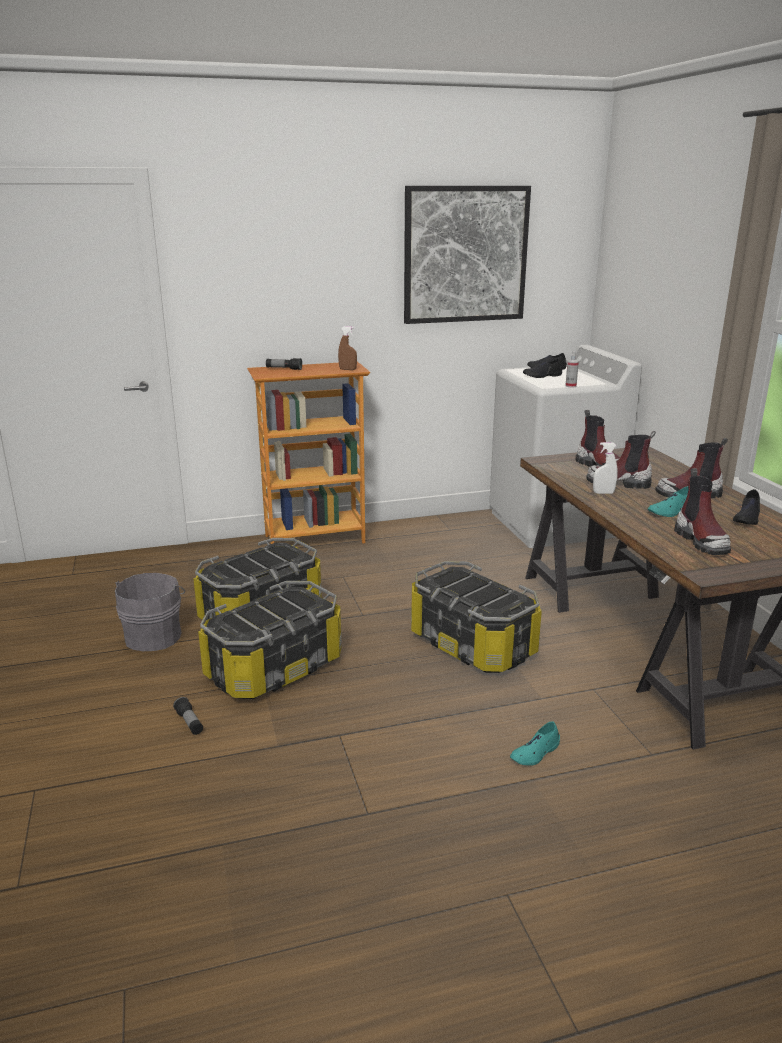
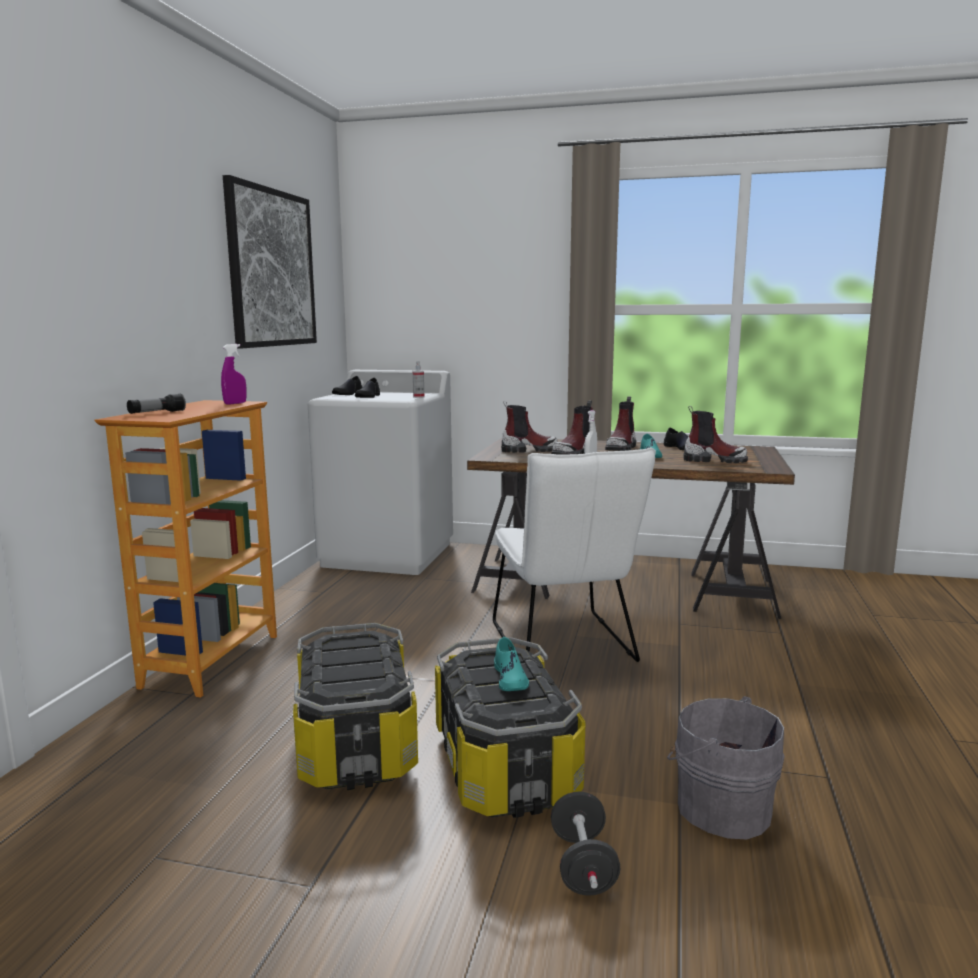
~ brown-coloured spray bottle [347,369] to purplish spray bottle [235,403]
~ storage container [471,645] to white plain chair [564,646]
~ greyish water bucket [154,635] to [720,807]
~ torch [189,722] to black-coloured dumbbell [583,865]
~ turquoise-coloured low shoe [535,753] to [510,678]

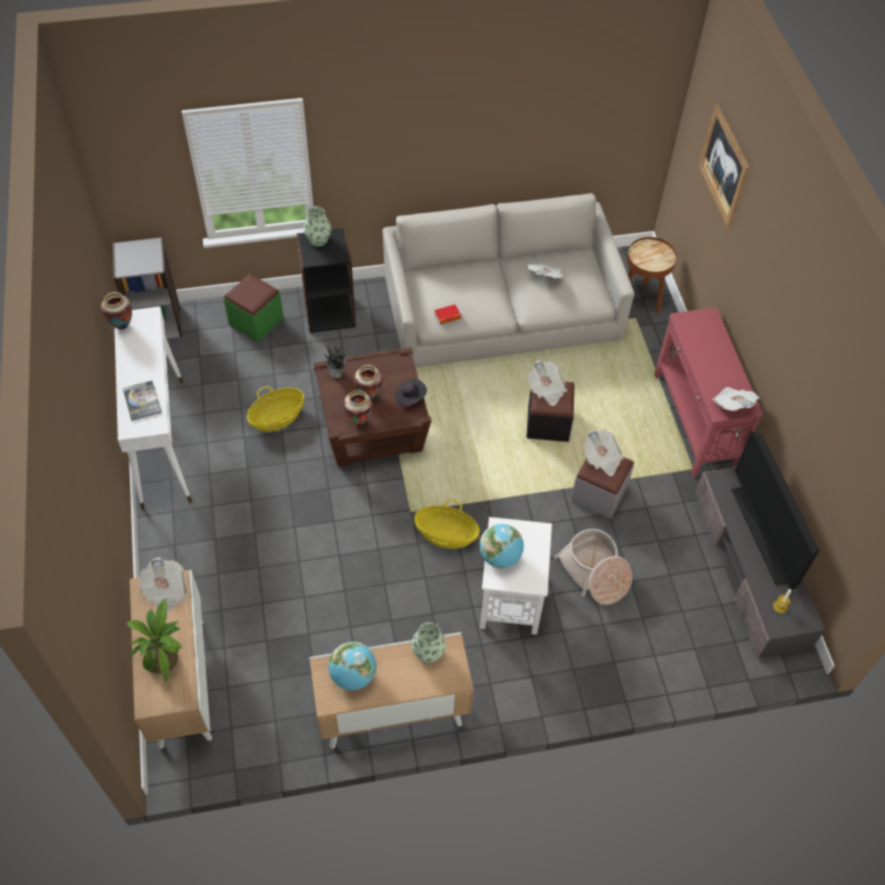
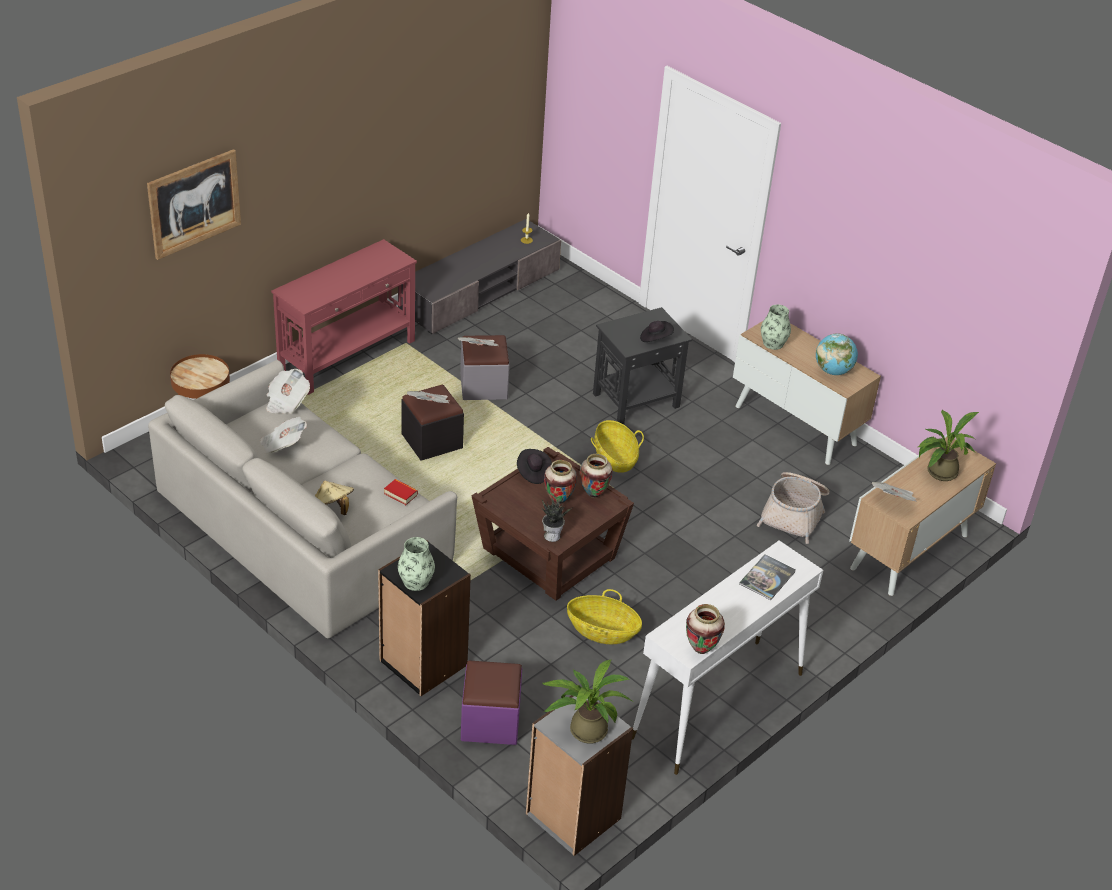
~ greenish ottoman [256,321] to purplish ottoman [490,722]
~ daily paper [732,405] to [286,402]
- TV [762,534]
~ white end table [511,597] to black-coloured end table [635,400]
~ globe [500,557] to black-coloured wearable hat [655,339]
~ household basket [594,573] to [794,513]
+ beige-coloured wearable hat [332,509]
+ potted plant [584,728]

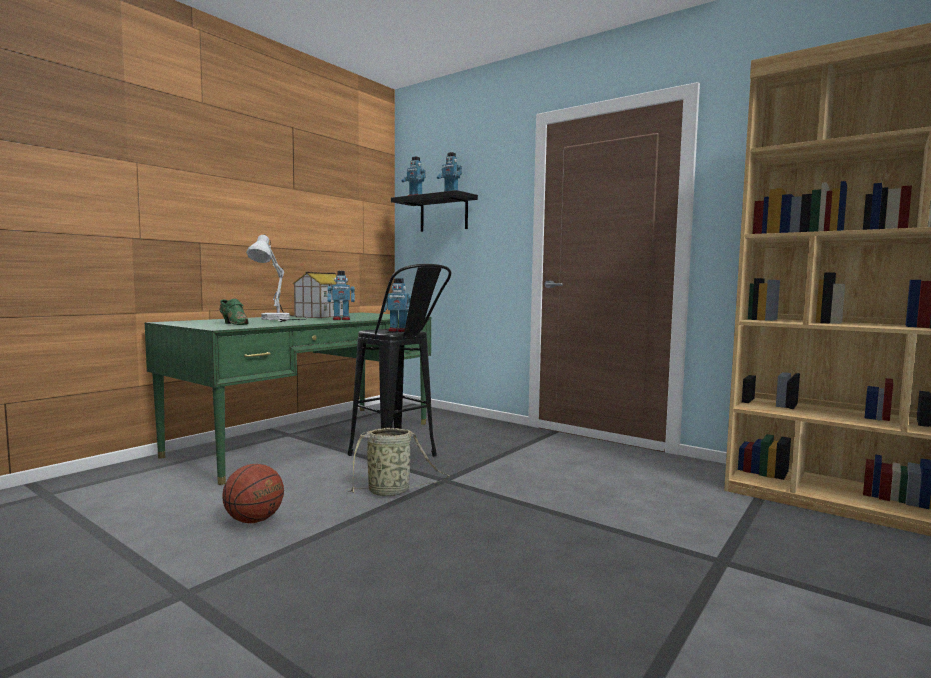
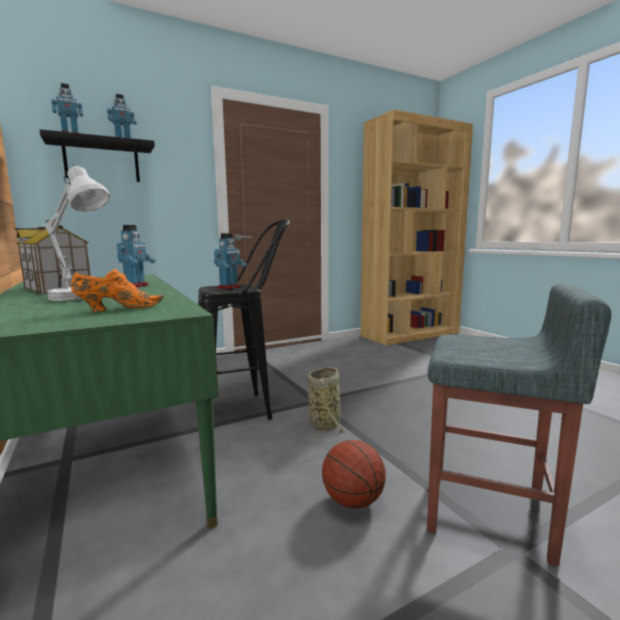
~ greenish low shoe [234,324] to orange low shoe [117,309]
+ greyish stool [489,513]

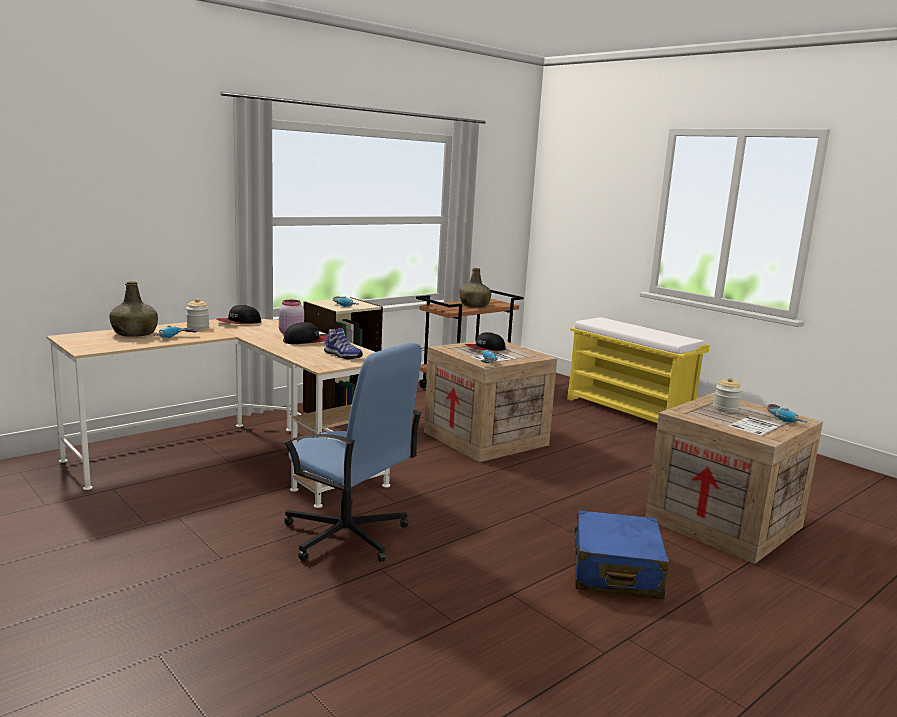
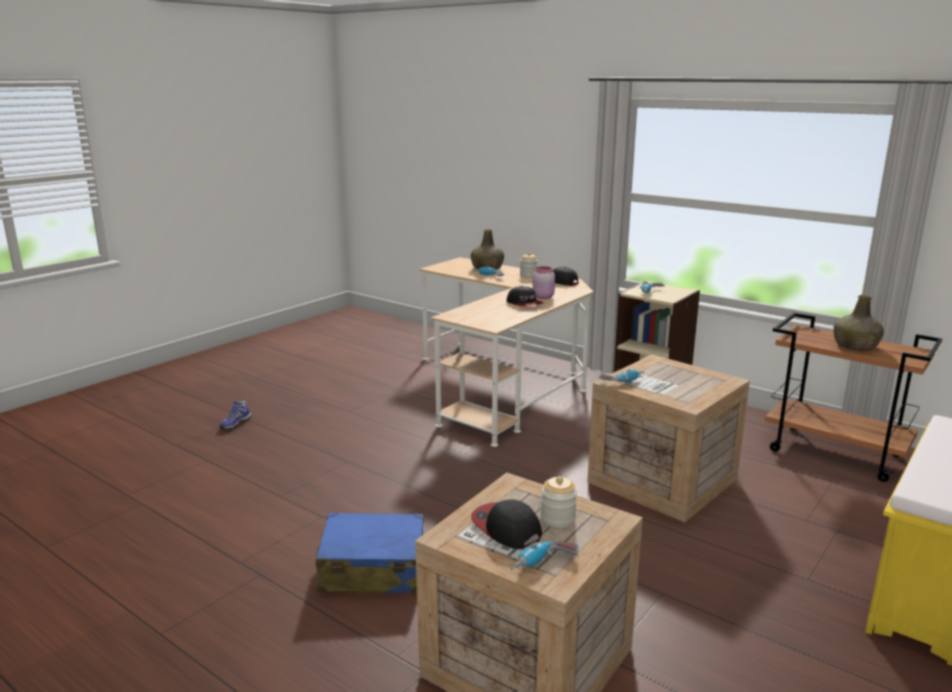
~ low shoe [342,356] to [235,424]
~ cap [485,349] to [506,528]
- blue-coloured computer chair [347,536]

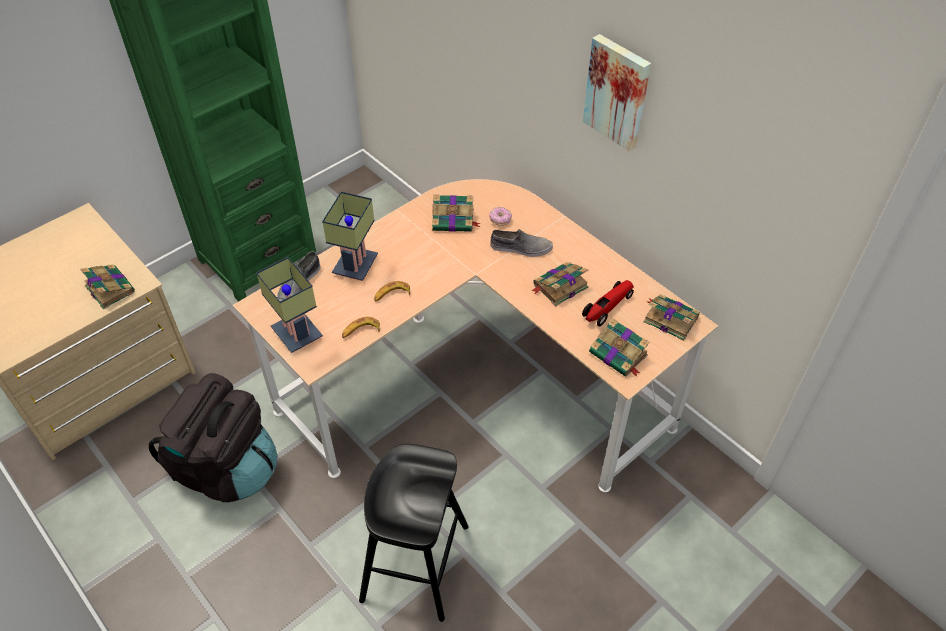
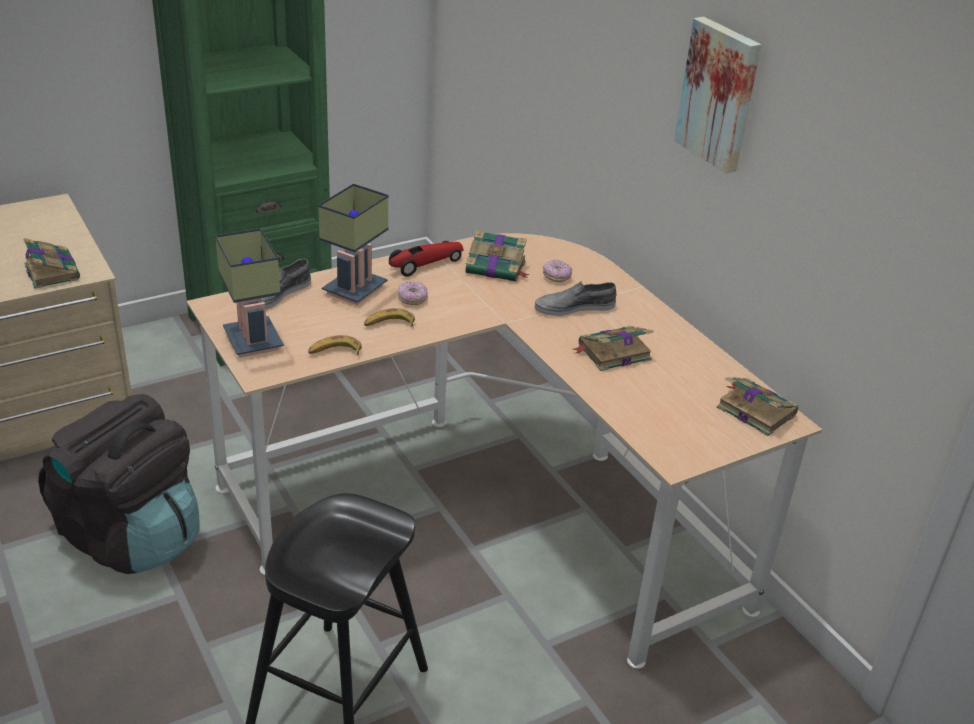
~ greyish low shoe [521,248] = [574,307] 150 degrees clockwise
~ toy car [607,307] to [425,264]
- book [619,355]
+ doughnut [412,299]

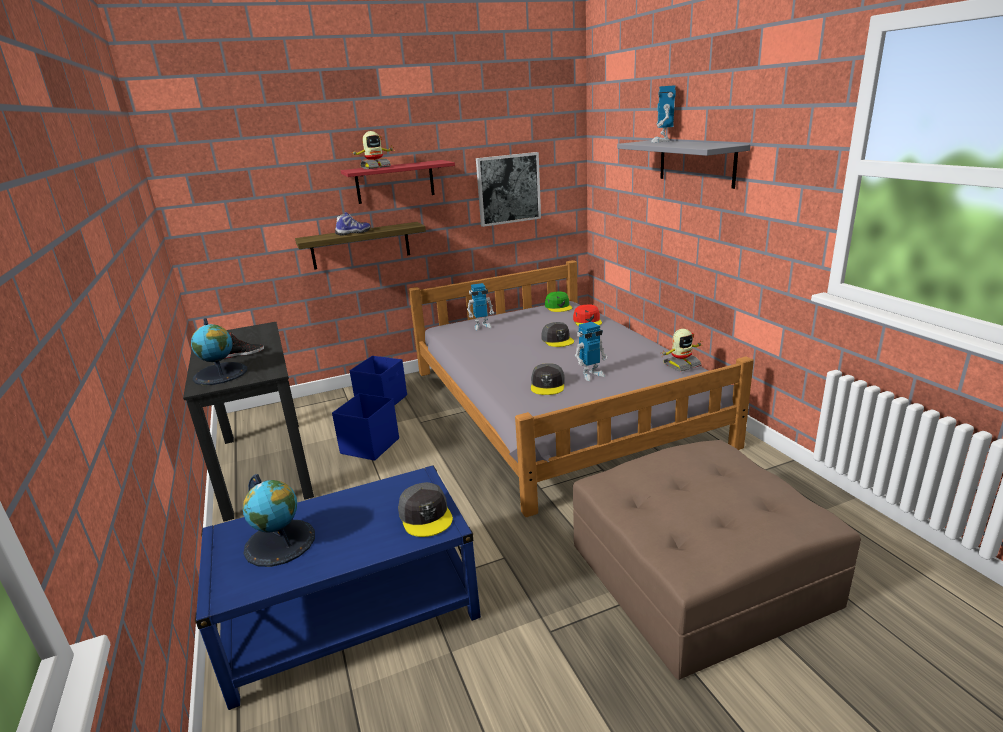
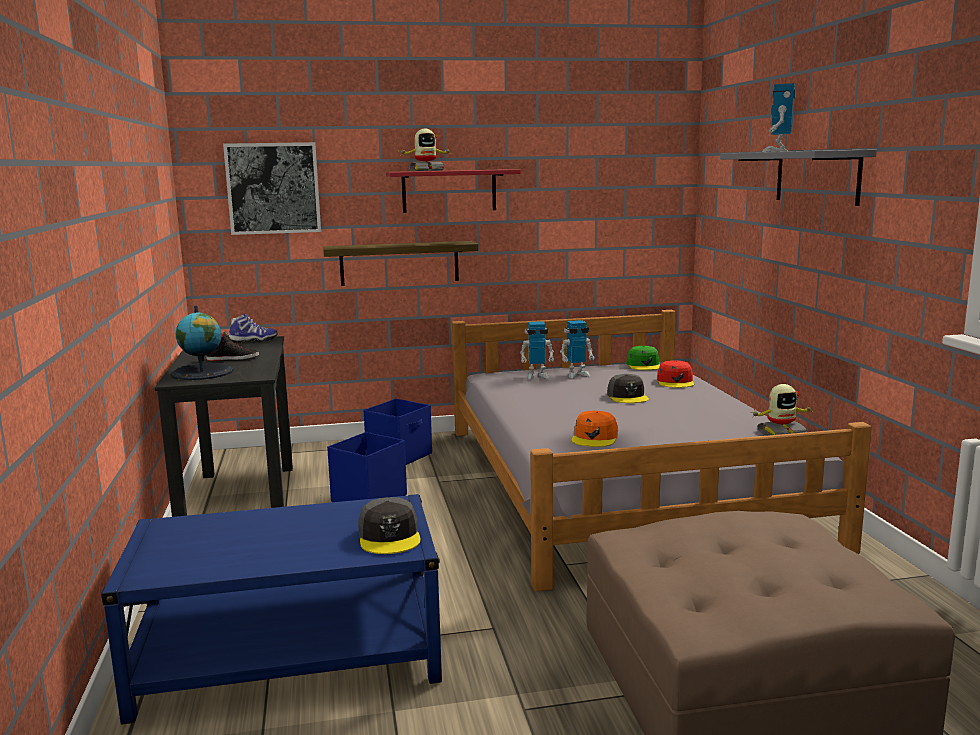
~ wall art [508,189] to [273,188]
~ low shoe [354,233] to [253,341]
~ toy robot [591,375] to [577,375]
~ greyish cap [548,385] to orange cap [595,438]
- globe [280,542]

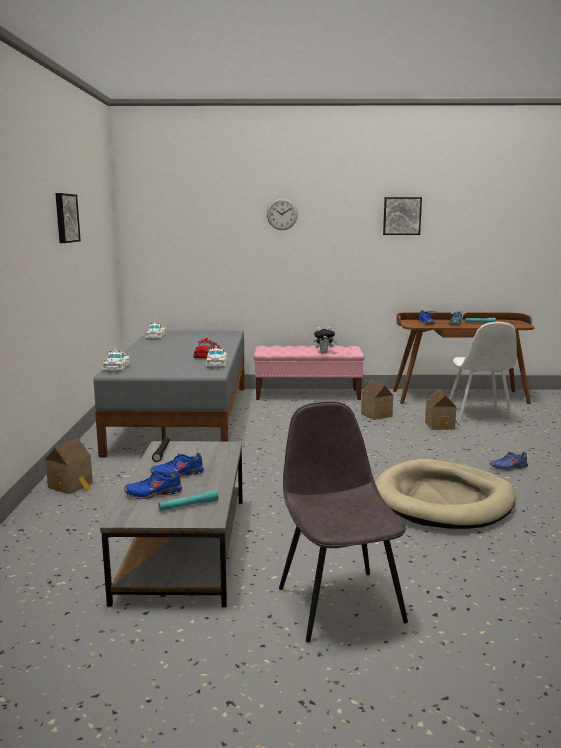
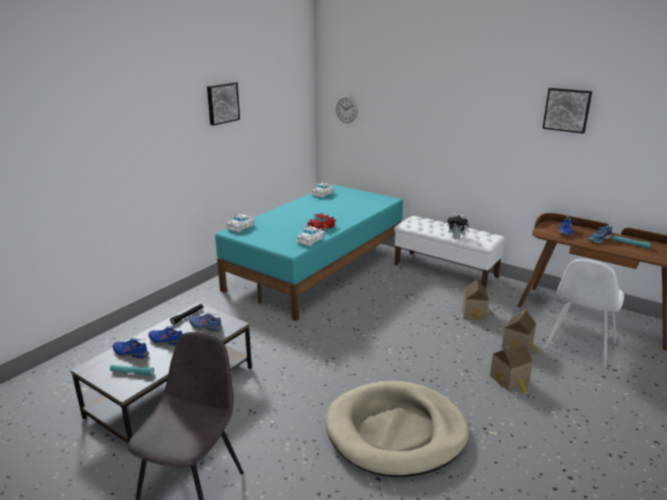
~ hanging clock [282,214] to [346,109]
~ greyish sleeping bed [184,417] to turquoise-coloured sleeping bed [318,269]
~ pink-coloured long seat [308,394] to white long seat [445,270]
~ model house [72,485] to [510,380]
~ blue-coloured low shoe [508,467] to [206,327]

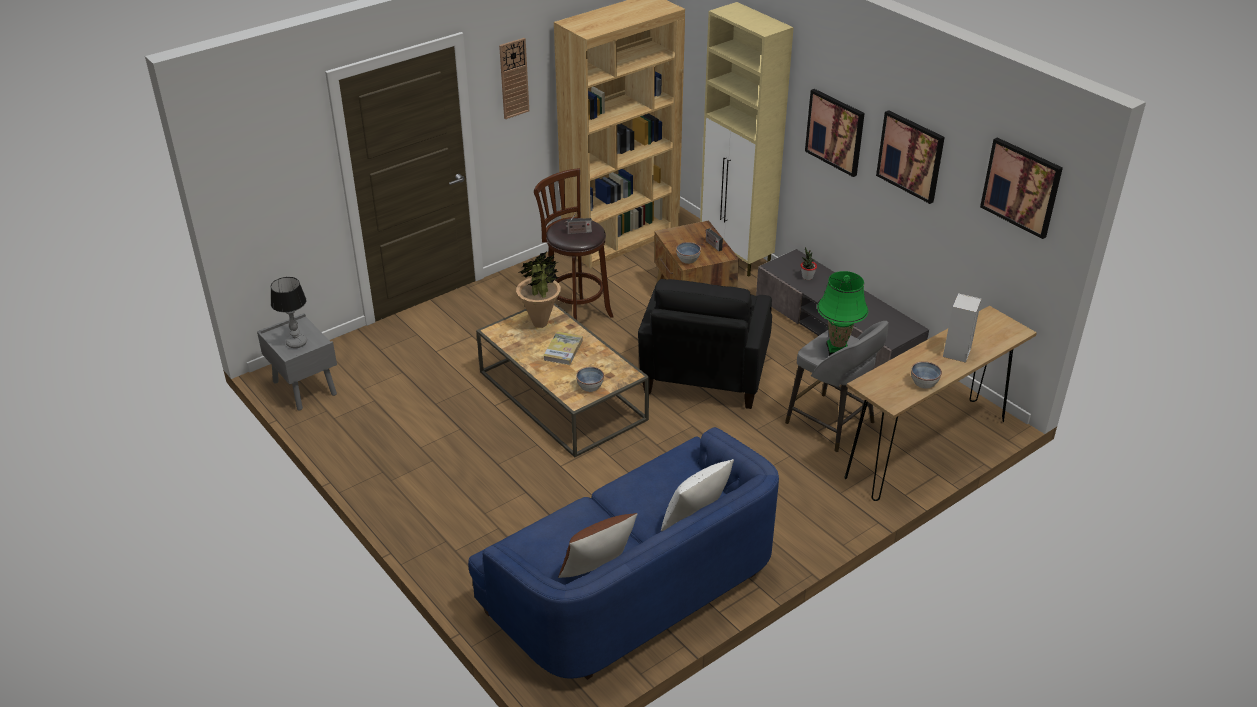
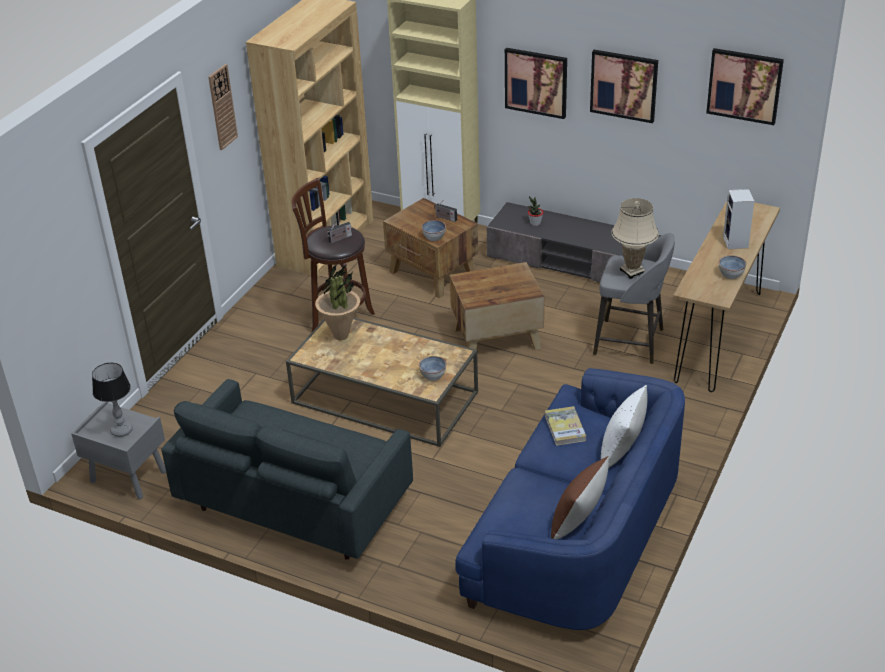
~ greenish table lamp [837,349] to beige-coloured table lamp [632,271]
~ black-coloured lounge chair [704,376] to brown-coloured end table [495,338]
~ book [563,350] to [565,428]
+ greyish sofa [294,504]

